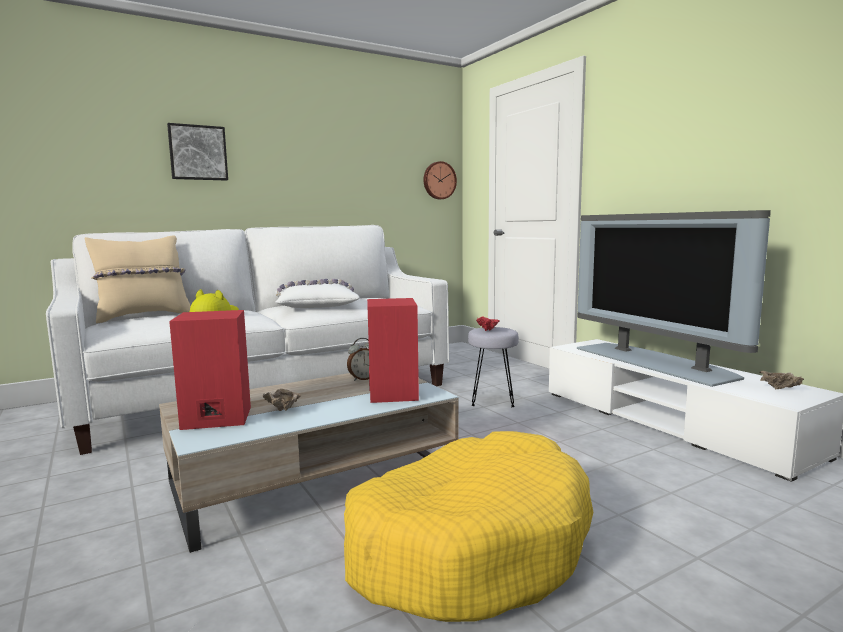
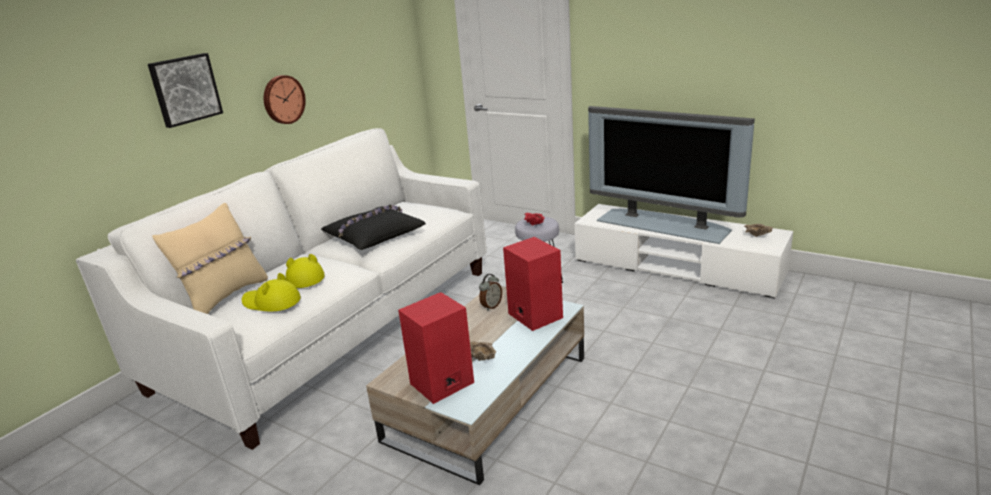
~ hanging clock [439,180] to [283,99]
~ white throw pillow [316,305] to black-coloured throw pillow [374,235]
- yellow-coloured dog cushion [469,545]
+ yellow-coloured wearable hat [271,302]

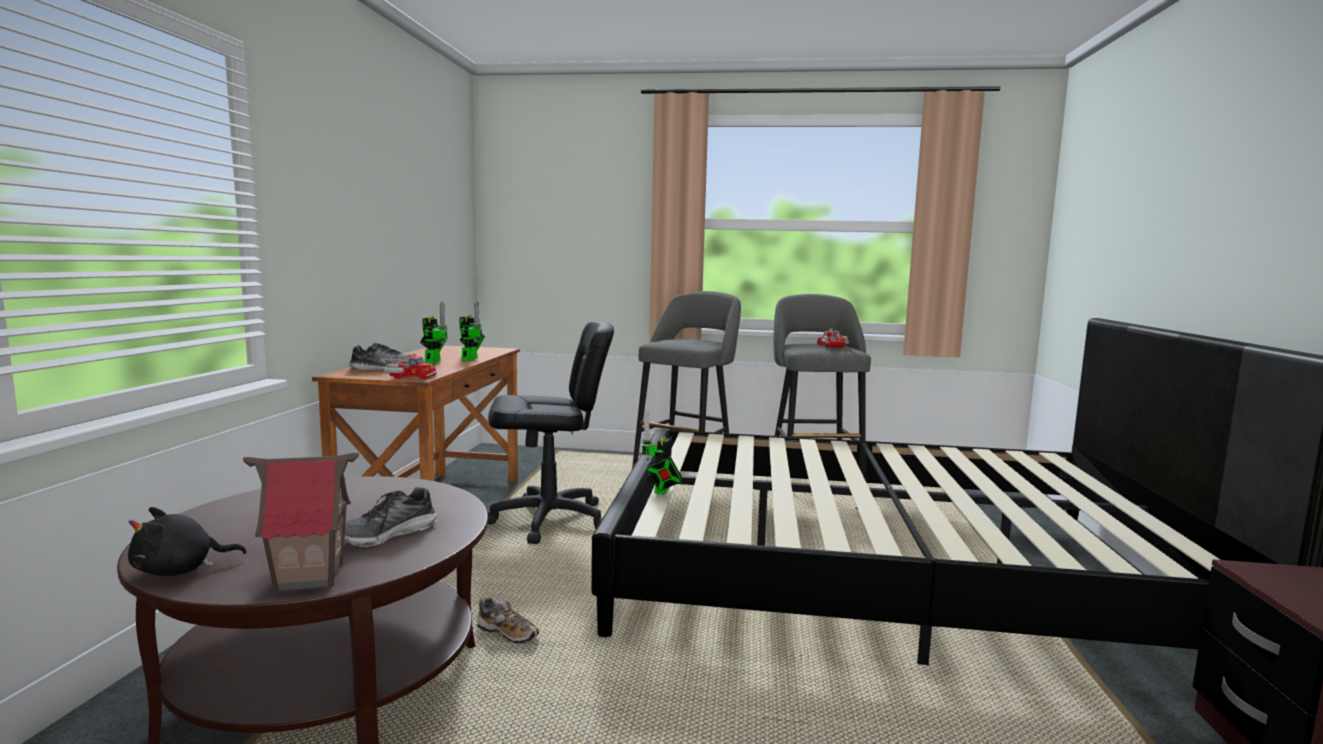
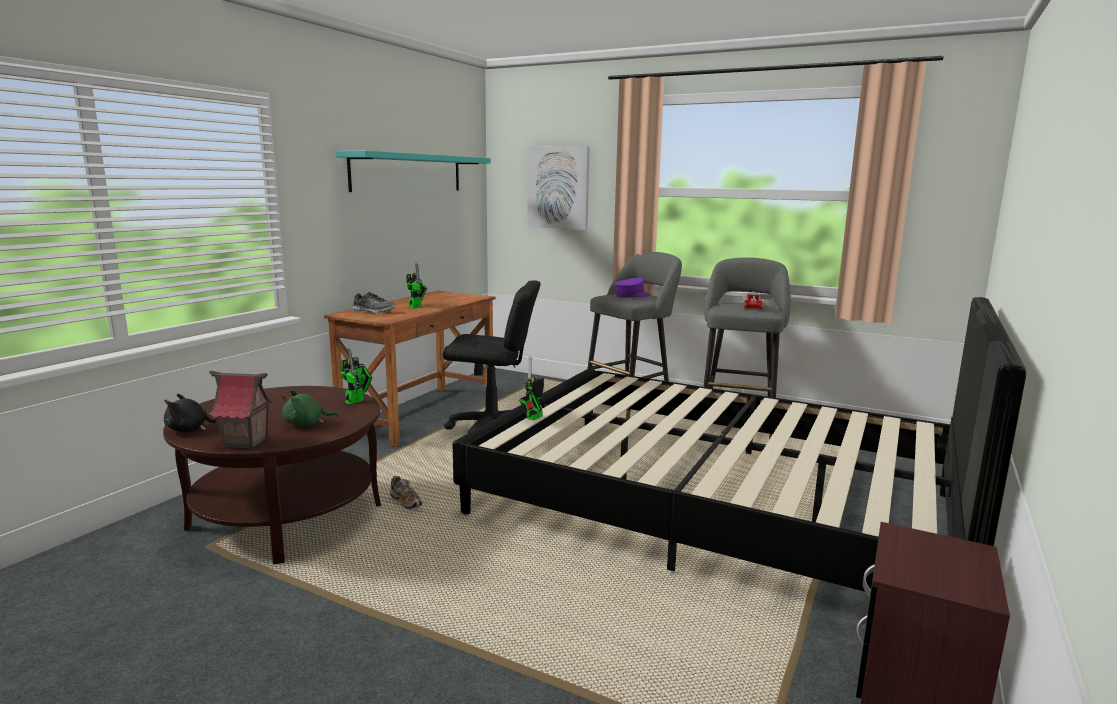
~ toy robot [471,359] to [357,400]
- toy truck [406,376]
~ low shoe [389,534] to greenish cuddly toy [306,424]
+ wall art [558,188]
+ turquoise-coloured wall shelf [408,173]
+ purplish cap [632,295]

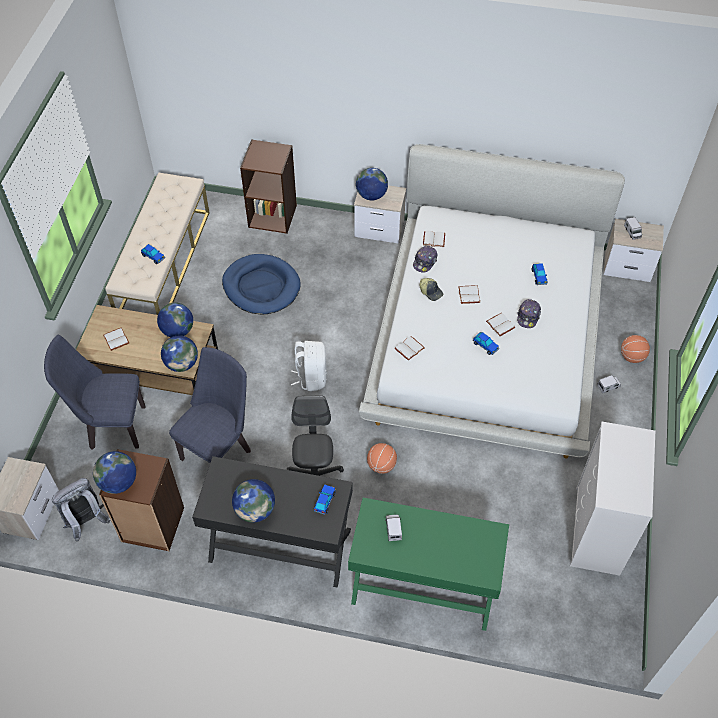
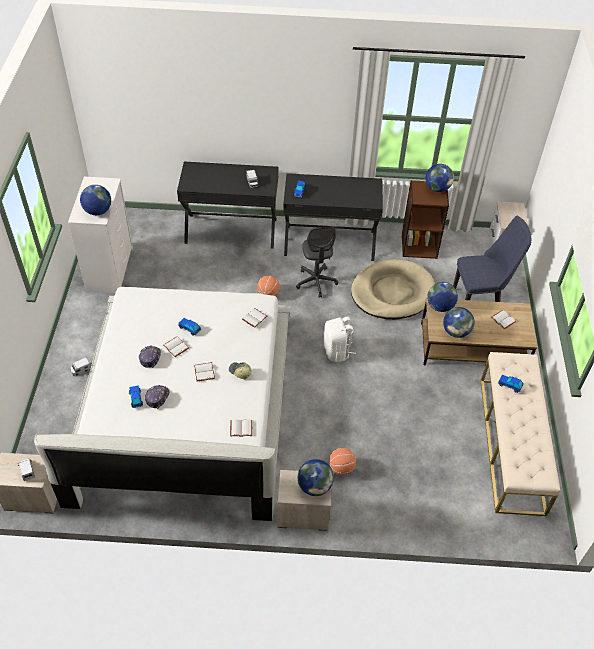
- brown-coloured shelving unit [273,216]
~ cap [425,262] to [157,397]
- blue-coloured dog cushion [261,286]
~ ball for basketball [632,356] to [341,468]
~ blue-coloured plain chair [219,450] to beige-coloured dog cushion [392,292]
- greyish backpack [86,522]
~ globe [255,510] to [98,211]
~ greenish desk table [423,587] to black-coloured desk table [231,230]

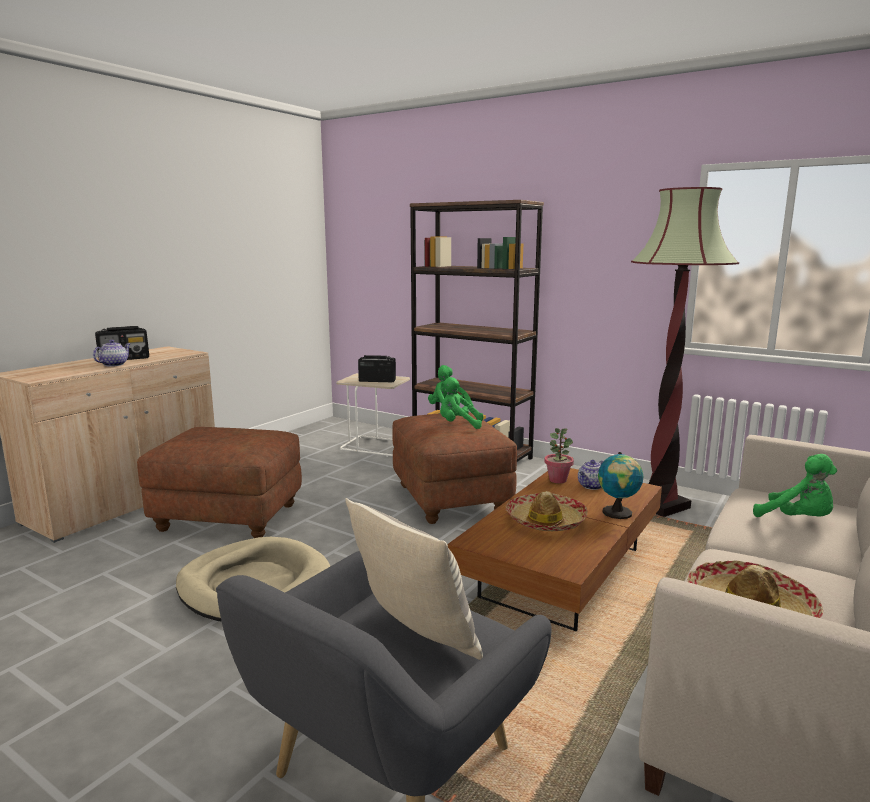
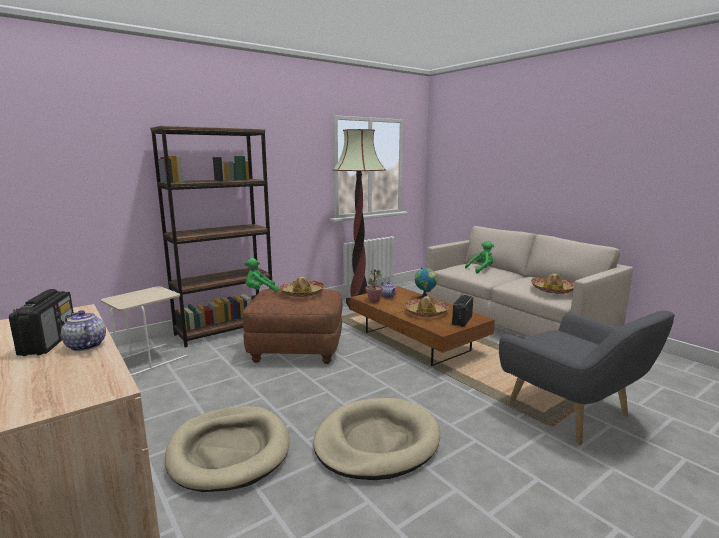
~ radio [377,381] to [462,321]
~ greenish cuddly toy [458,425] to wearable hat [302,293]
~ brown-coloured ottoman [229,517] to beige-coloured dog cushion [229,451]
- throw pillow [416,635]

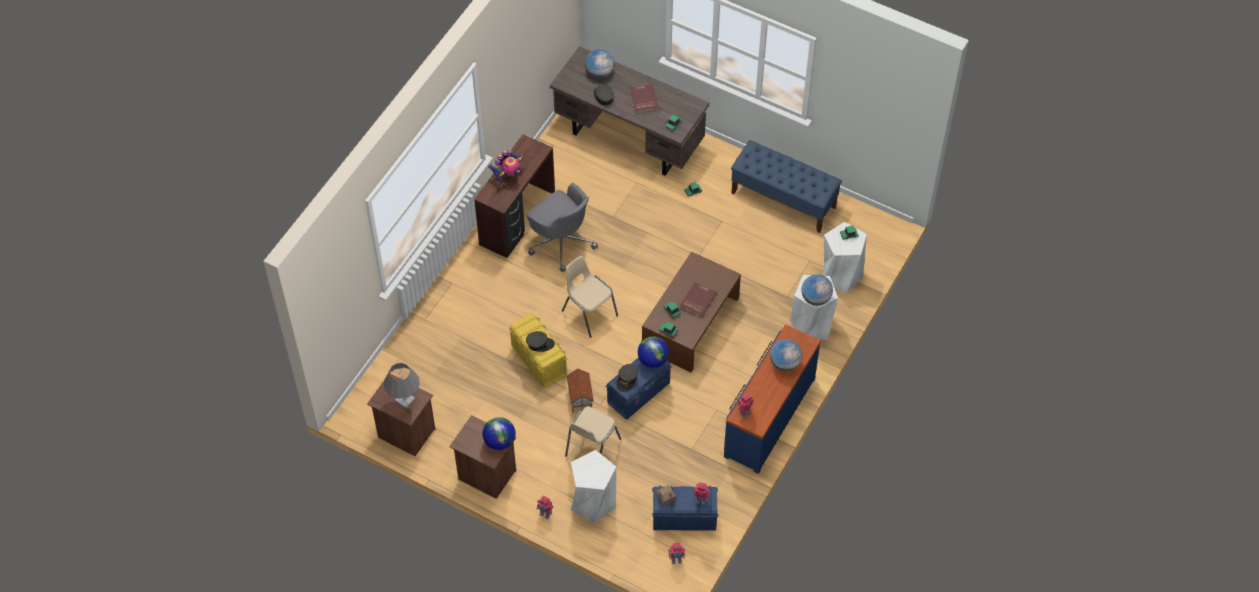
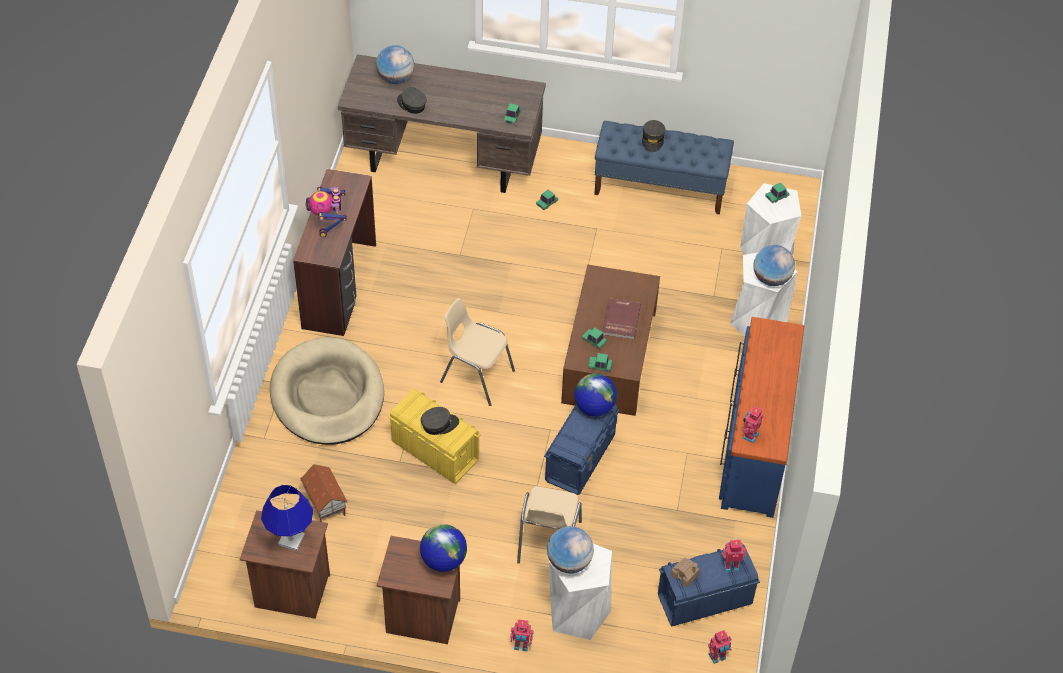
- red book [643,100]
~ toy robot [509,176] = [328,222] 150 degrees clockwise
- greyish computer chair [561,241]
~ globe [785,363] to [569,561]
~ greyish table lamp [404,400] to blue-coloured table lamp [291,540]
~ greyish cap [627,380] to [653,139]
~ model house [579,398] to [324,505]
+ beige-coloured dog cushion [328,395]

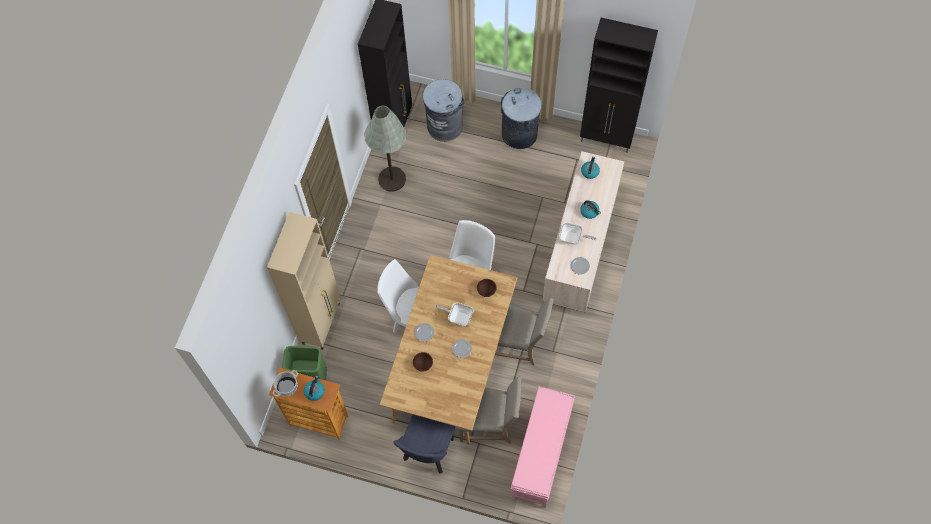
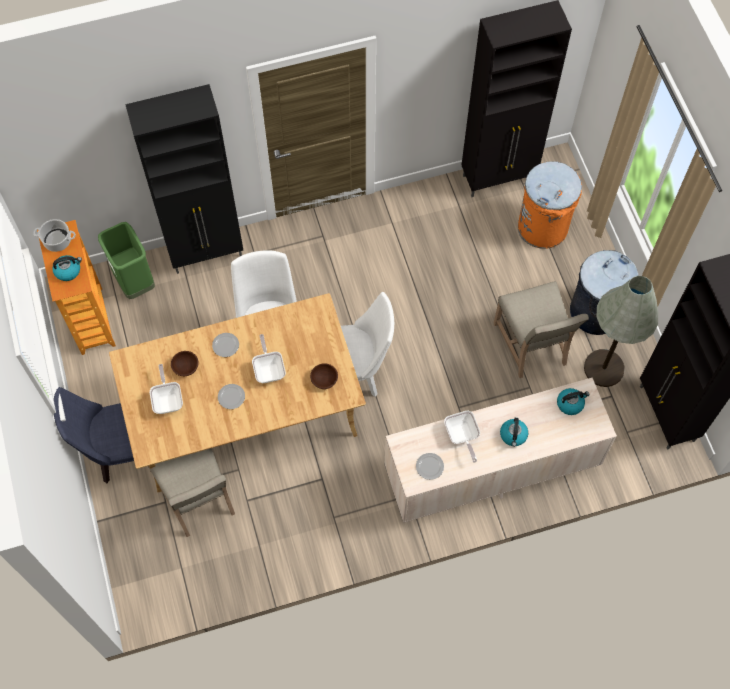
~ greyish trash can [445,126] to orange trash can [543,227]
~ greyish standard lamp [392,179] to [604,368]
~ beige-coloured cabinet [322,323] to black-coloured cabinet [207,253]
~ beige-coloured plain chair [517,343] to [532,345]
- pink-coloured long seat [541,454]
+ skillet [168,399]

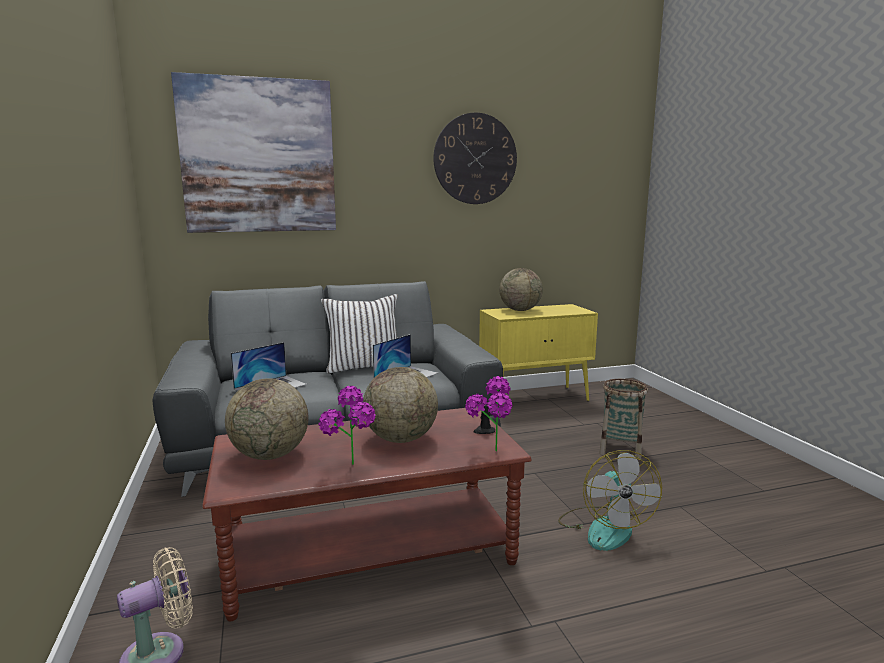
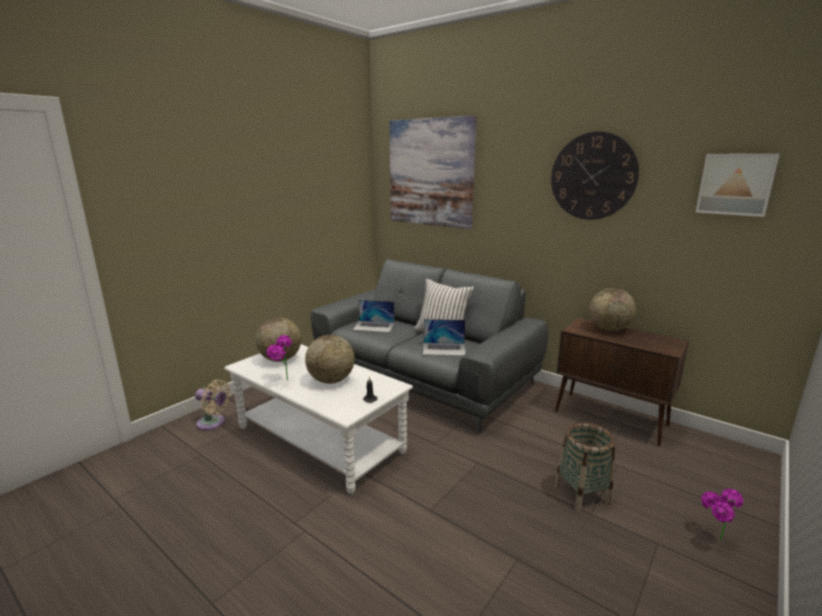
~ yellow-coloured cabinet [535,398] to brown-coloured cabinet [611,418]
~ potted plant [490,454] to [712,540]
~ brown-coloured coffee table [371,553] to white coffee table [319,440]
- fan [604,528]
+ wall art [735,184]

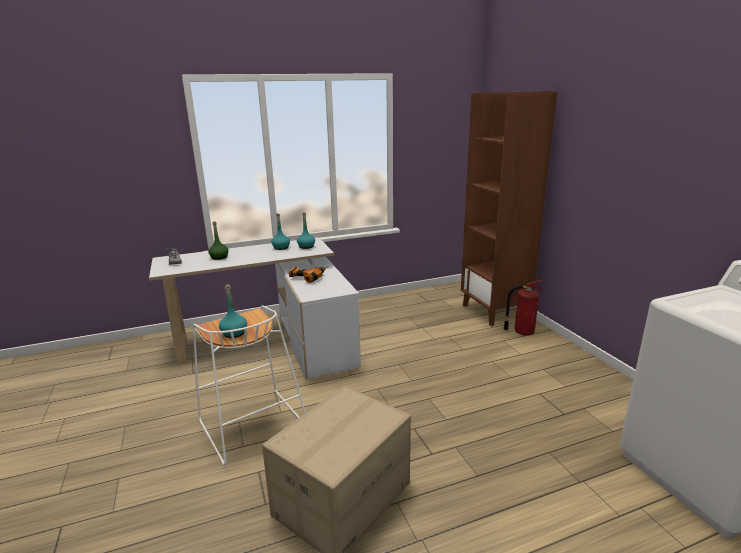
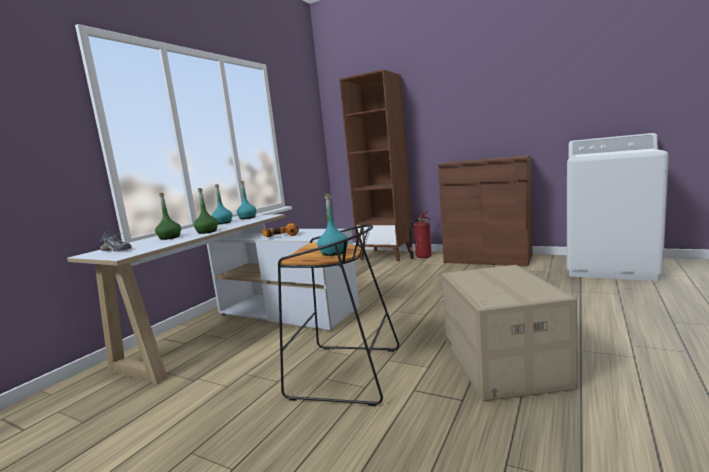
~ white stool [251,425] to black-coloured stool [343,373]
+ brown-coloured cabinet [487,259]
+ greenish beverage bottle [207,232]

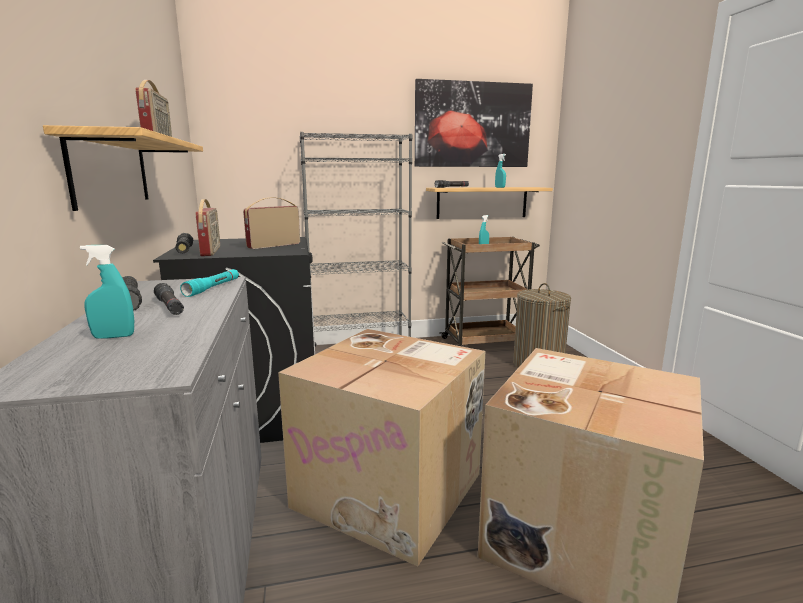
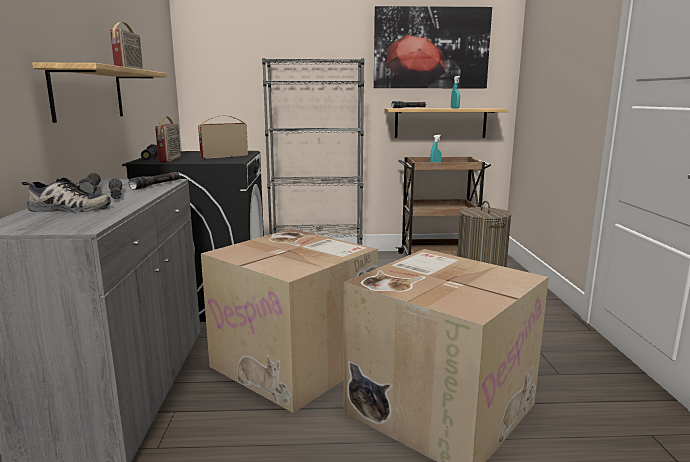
~ turquoise-coloured spray bottle [114,336] to low shoe [67,209]
~ turquoise-coloured torch [213,288] to black-coloured torch [156,185]

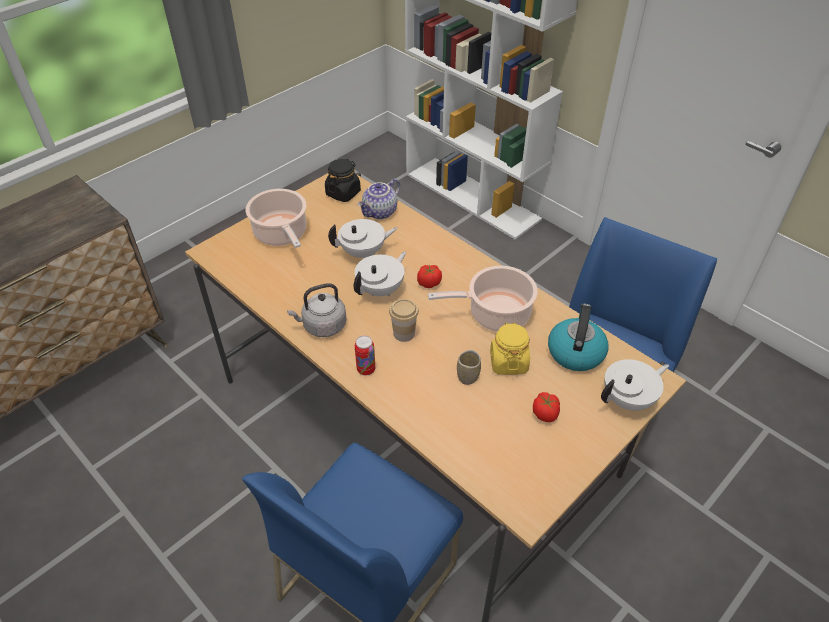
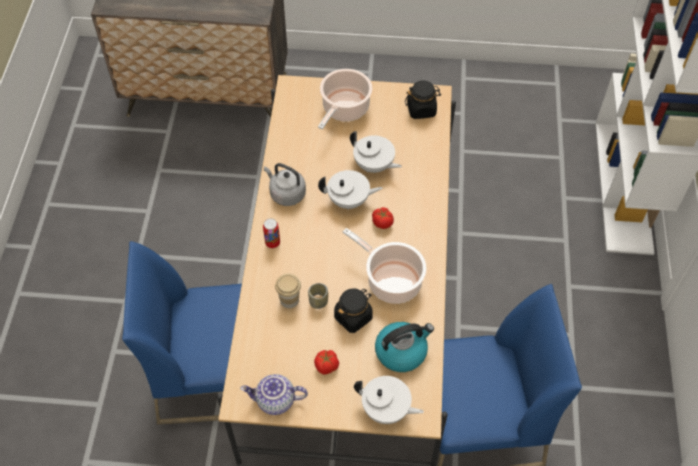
~ pot for tea [380,212] to [275,401]
~ small cup [404,333] to [289,300]
~ yellow-coloured preserve jar [508,362] to black-coloured preserve jar [353,317]

